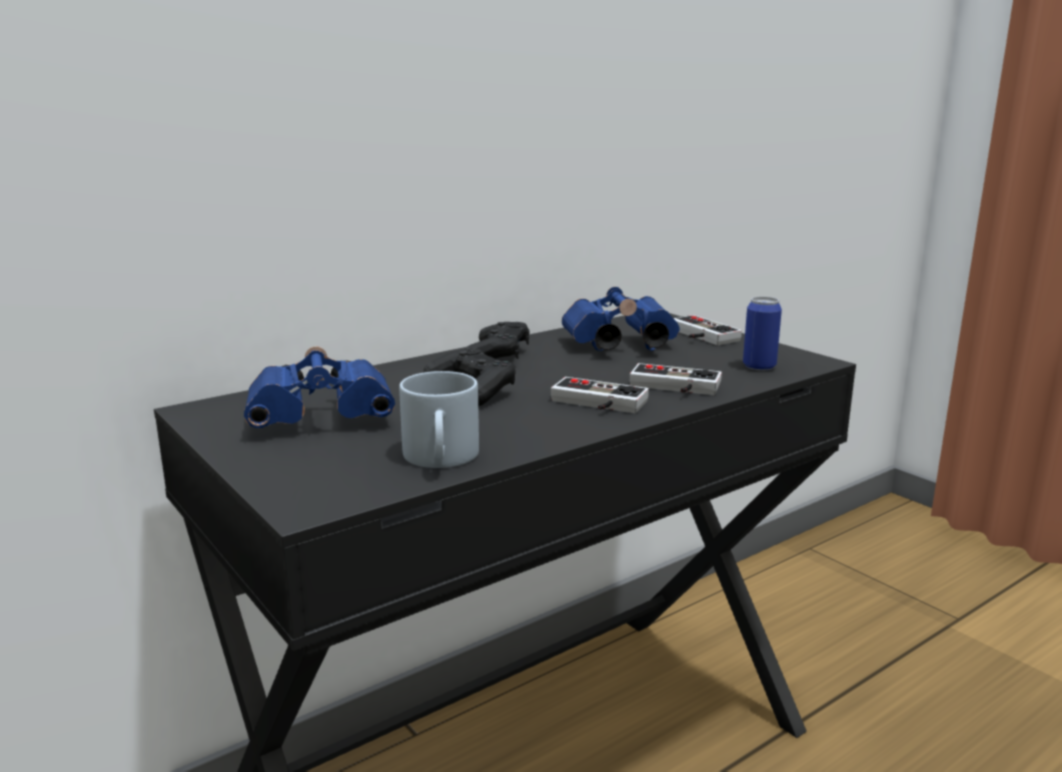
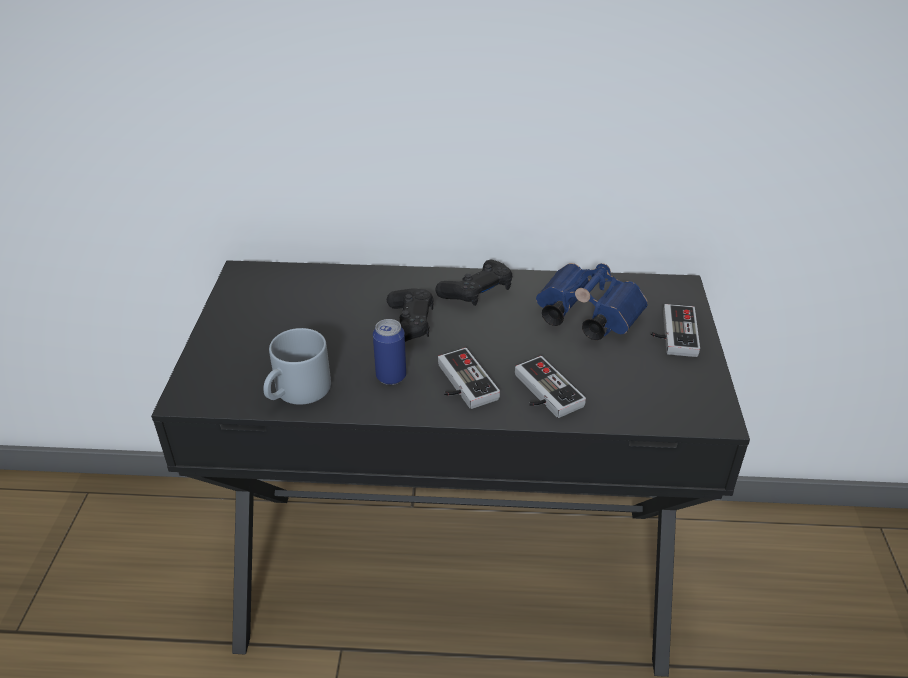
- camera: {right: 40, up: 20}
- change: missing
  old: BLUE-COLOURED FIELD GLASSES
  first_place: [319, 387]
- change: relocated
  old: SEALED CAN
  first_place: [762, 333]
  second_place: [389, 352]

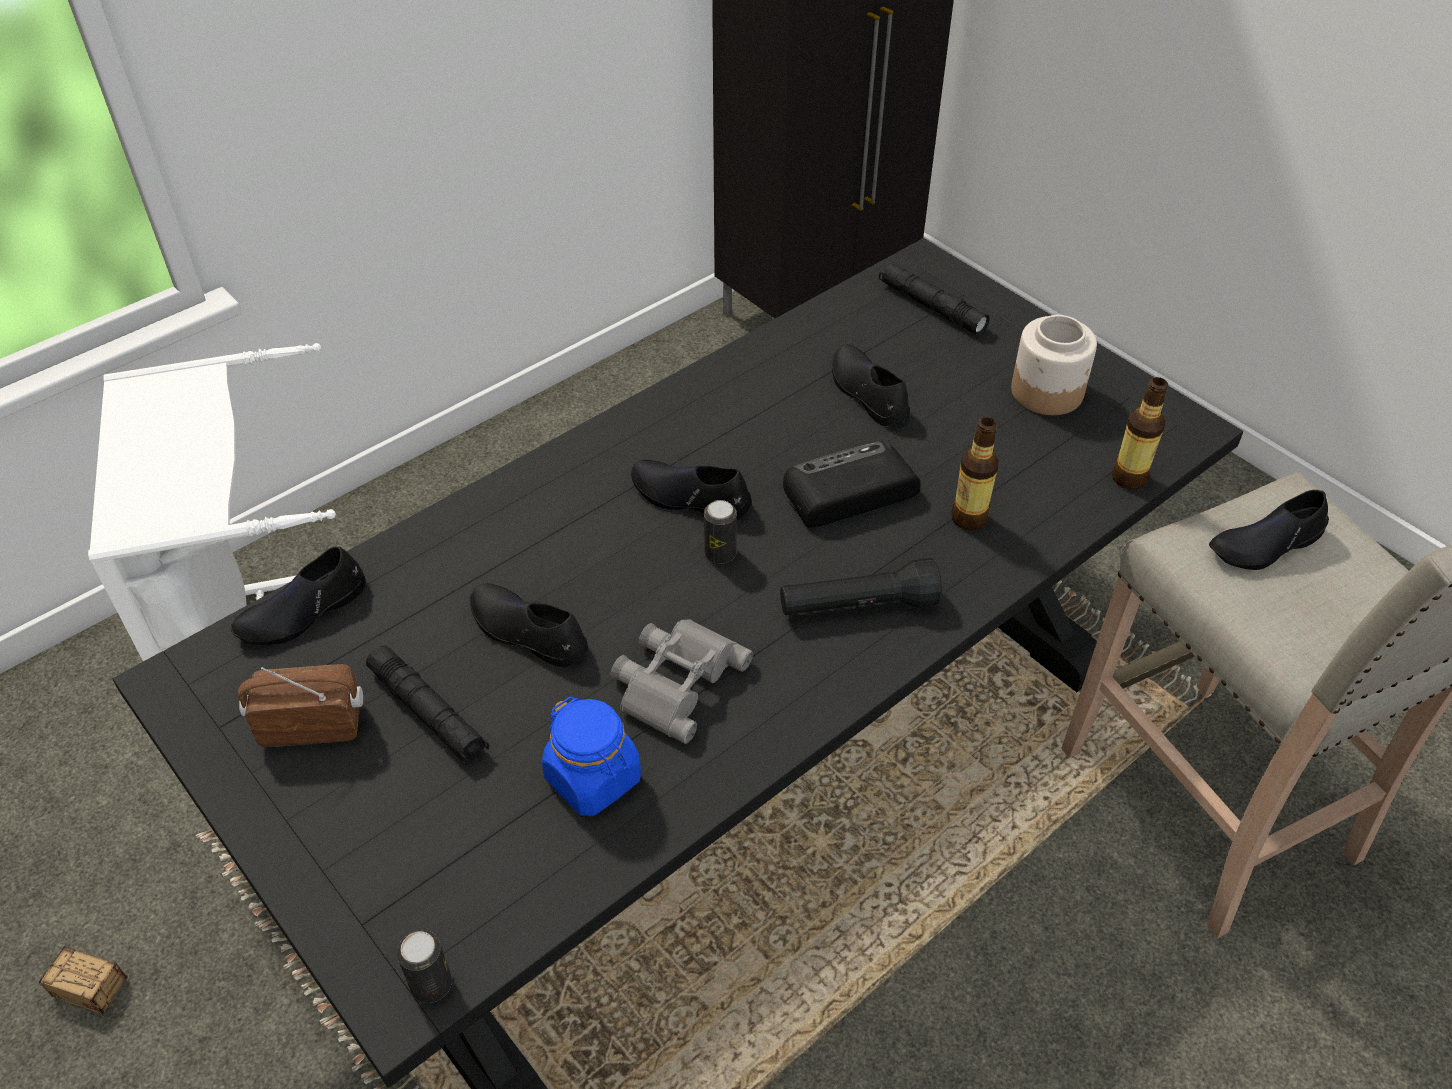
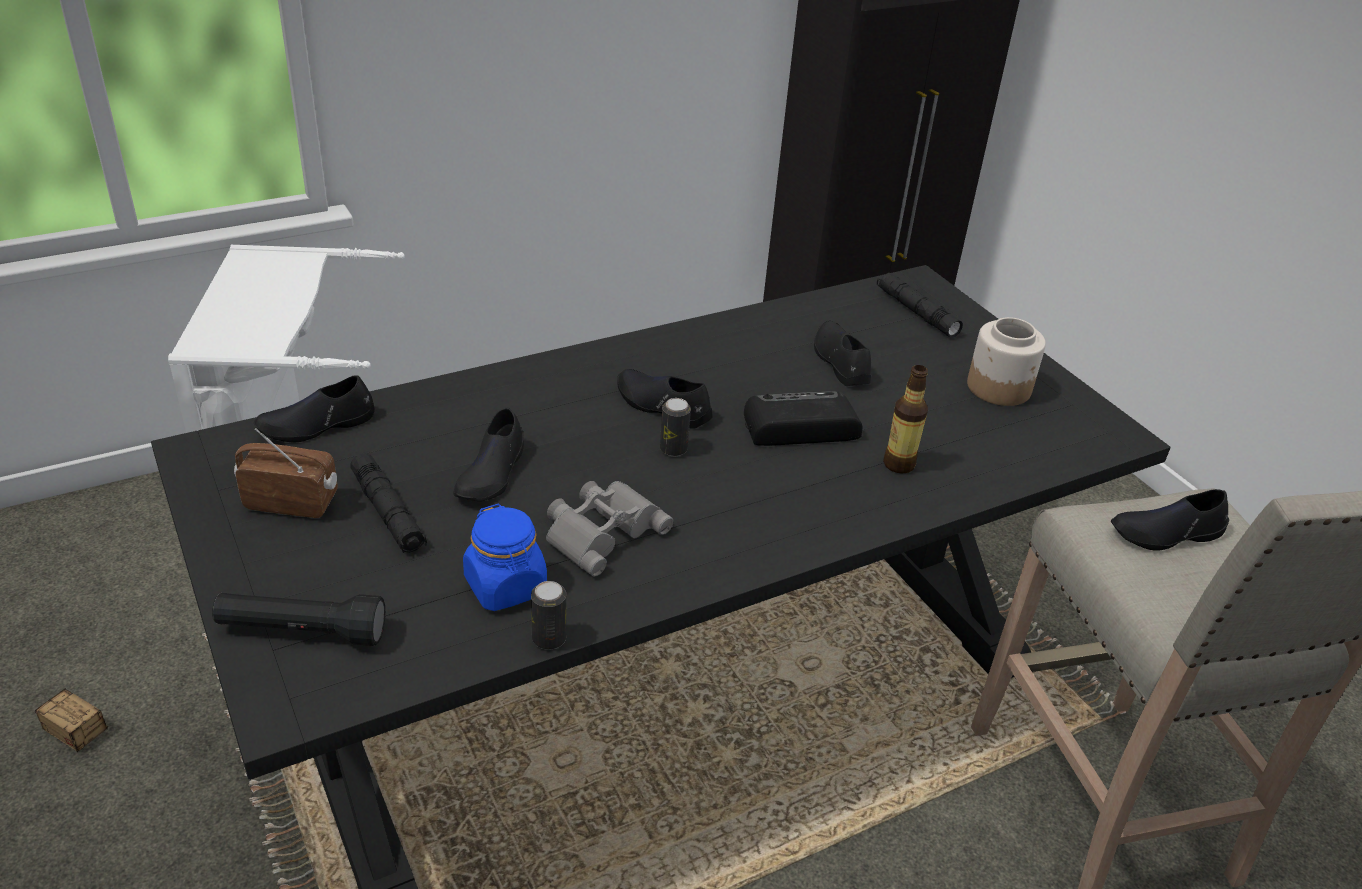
- camera: {right: 10, up: -10}
- change: relocated
  old: SEALED CAN
  first_place: [424, 966]
  second_place: [548, 615]
- change: spun
  old: BLACK-COLOURED LOW SHOE
  first_place: [529, 625]
  second_place: [488, 454]
  degrees: -120
- change: relocated
  old: BLACK-COLOURED FLASHLIGHT
  first_place: [861, 586]
  second_place: [298, 619]
- change: missing
  old: BOTTLE
  first_place: [1140, 433]

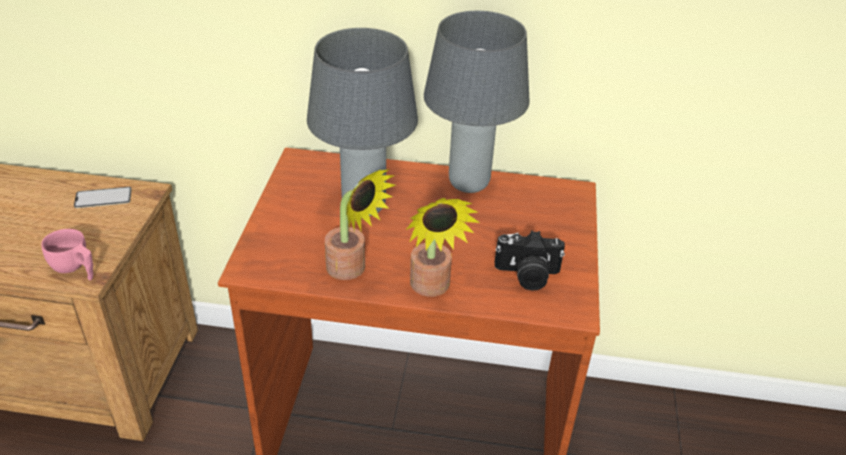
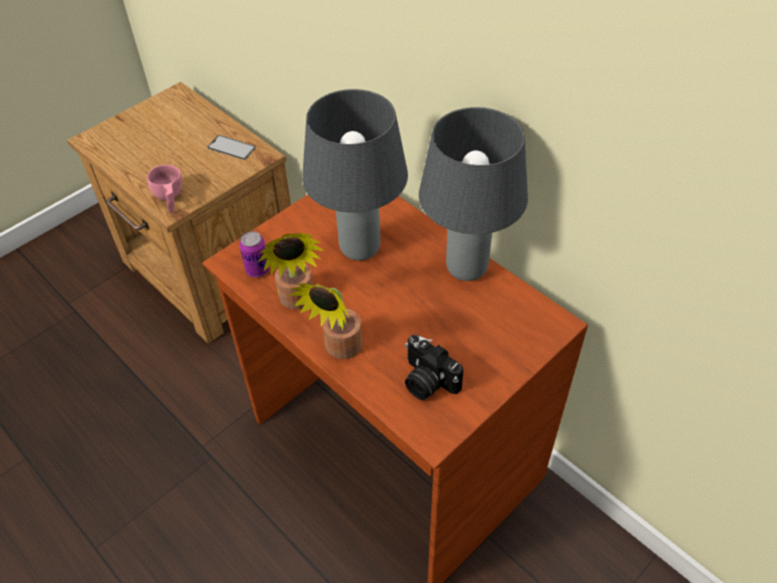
- camera: {right: 40, up: 10}
- change: appeared
  new: SEALED CAN
  second_place: [254, 254]

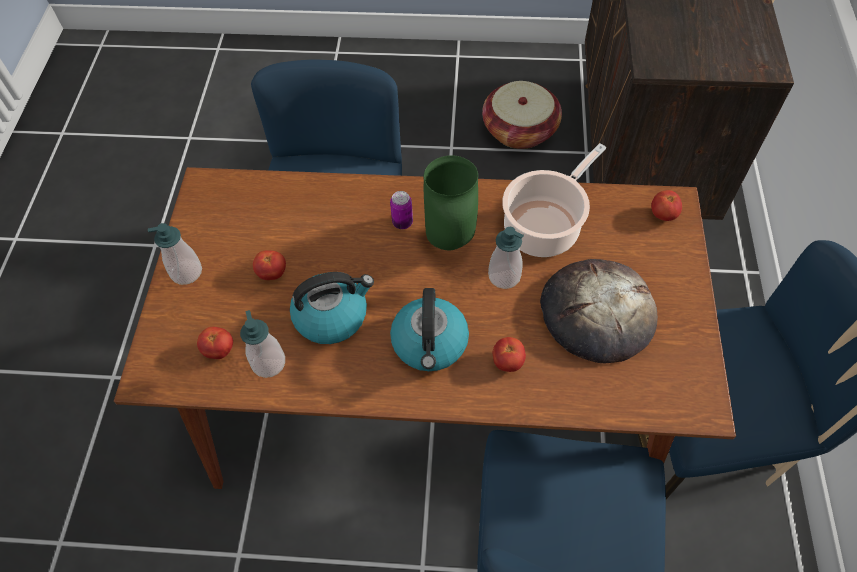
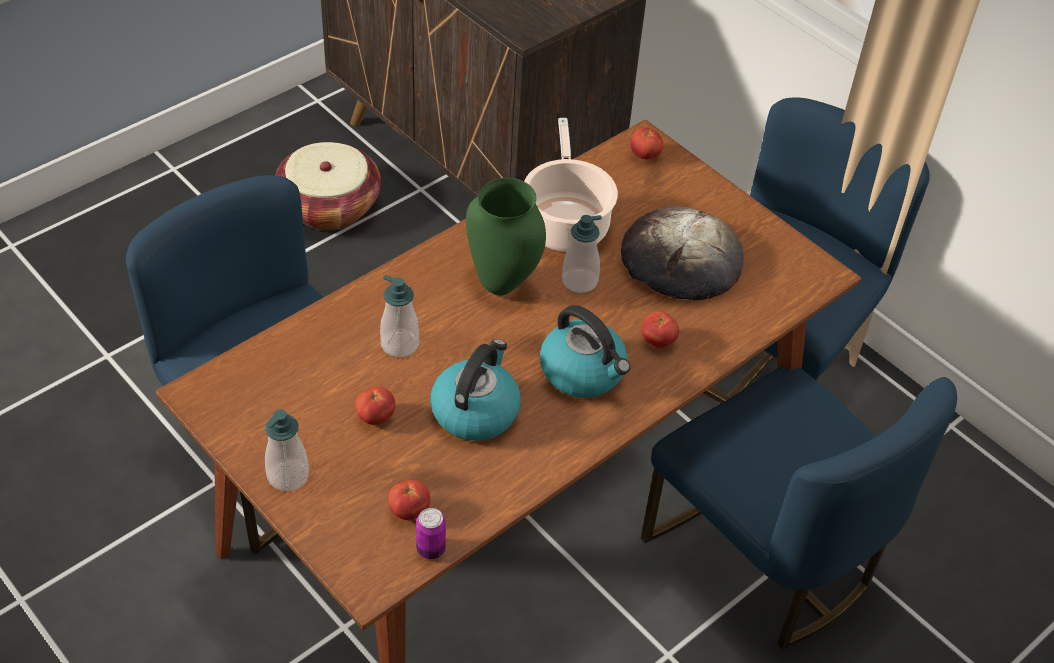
- camera: {right: -50, up: -10}
- change: relocated
  old: SOAP DISPENSER
  first_place: [262, 344]
  second_place: [399, 316]
- change: relocated
  old: SEALED CAN
  first_place: [401, 210]
  second_place: [431, 533]

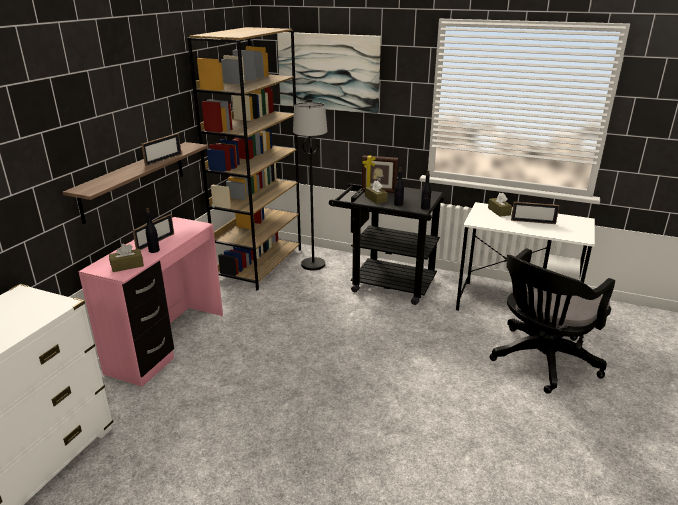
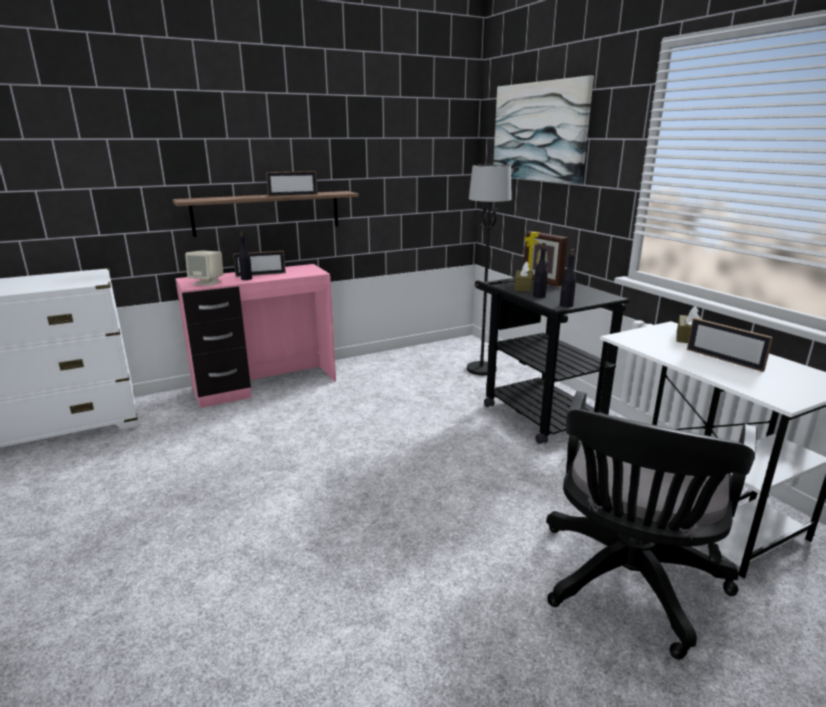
- camera: {right: 40, up: -5}
- change: exchanged
  old: BROWN-COLOURED TISSUE HOLDER
  new: BEIGE-COLOURED SPEAKER
  first_place: [126, 258]
  second_place: [204, 268]
- change: missing
  old: BROWN-COLOURED SHELVING UNIT
  first_place: [244, 159]
- change: spun
  old: BLACK-COLOURED DESK CHAIR
  first_place: [552, 321]
  second_place: [651, 525]
  degrees: -60

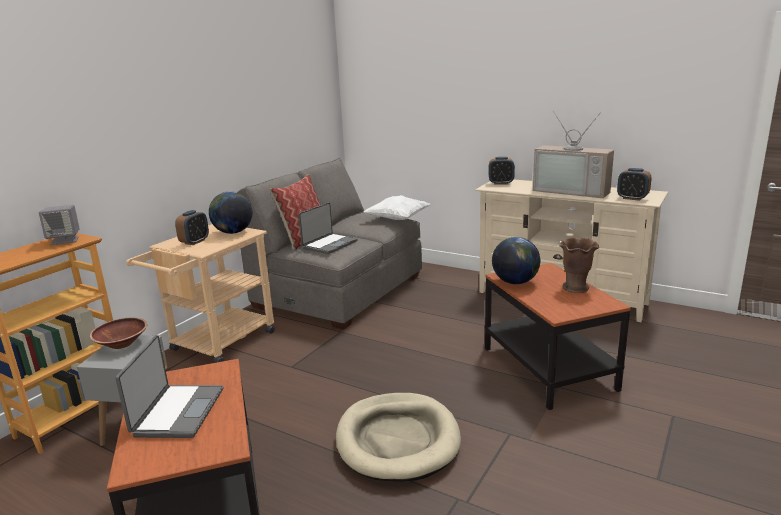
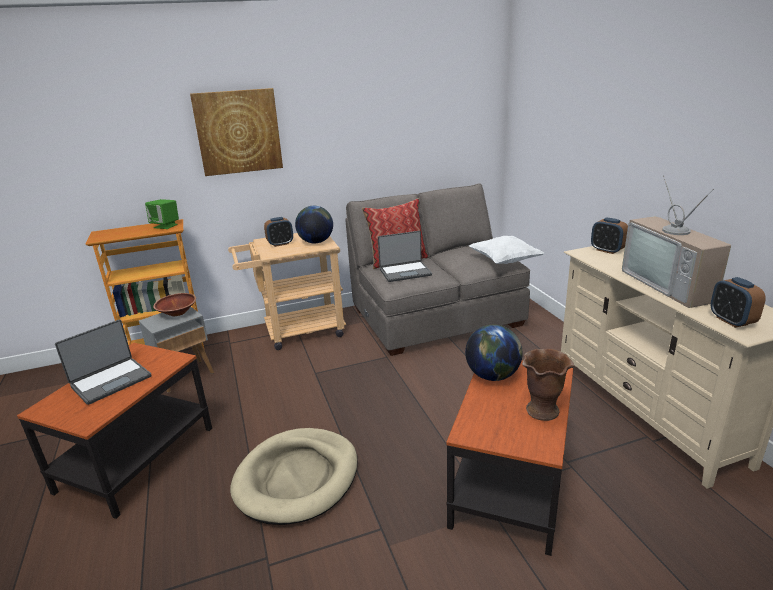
- camera: {right: 40, up: 5}
- change: colour
  old: GREY SPEAKER
  new: GREEN-COLOURED SPEAKER
  first_place: [59, 225]
  second_place: [162, 214]
- change: appeared
  new: WALL PICTURE
  second_place: [236, 132]

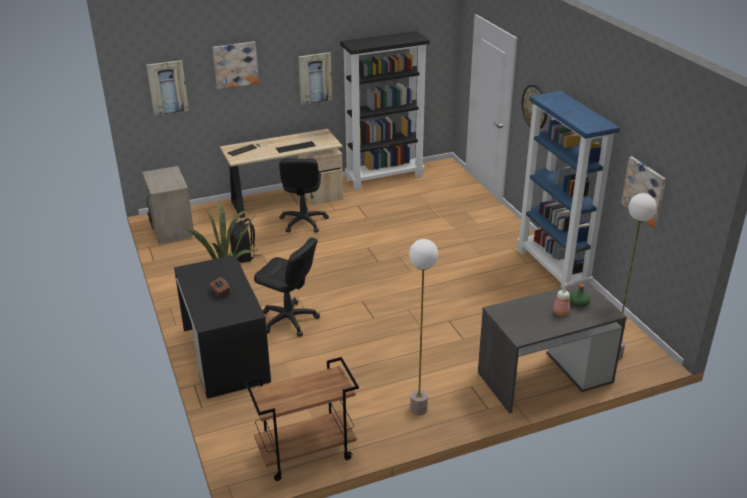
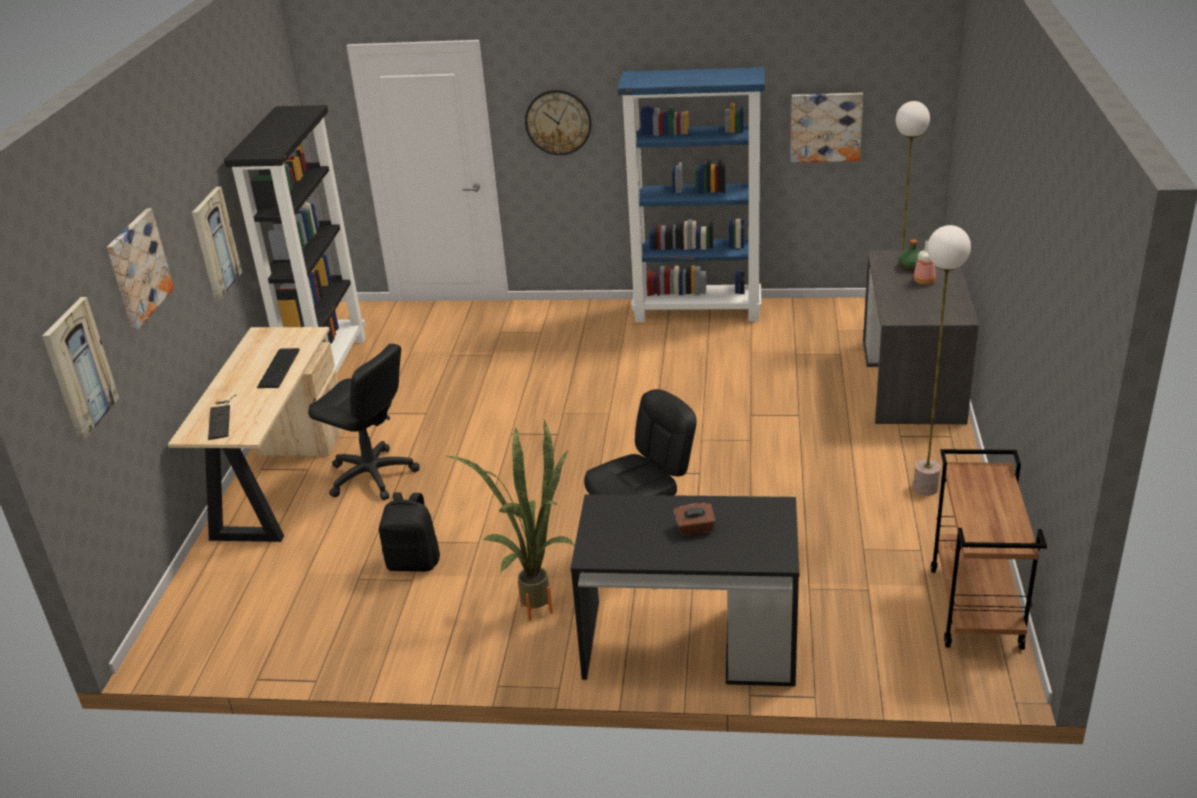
- camera: {right: -60, up: 0}
- change: missing
  old: BEIGE-COLOURED BEDSIDE TABLE
  first_place: [168, 205]

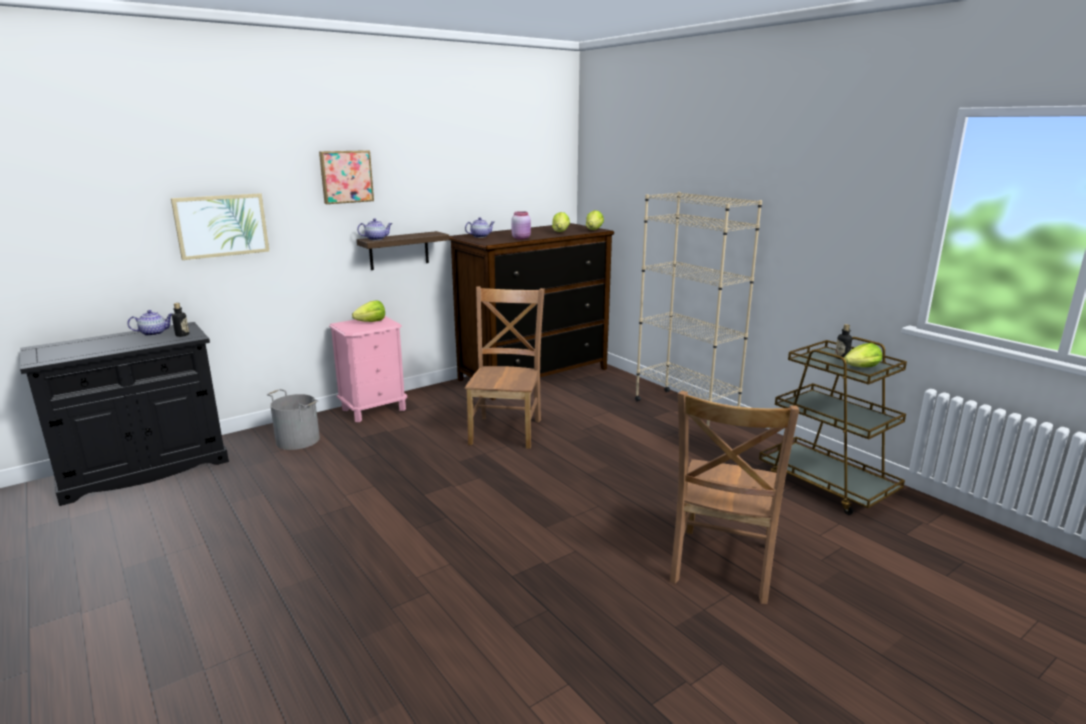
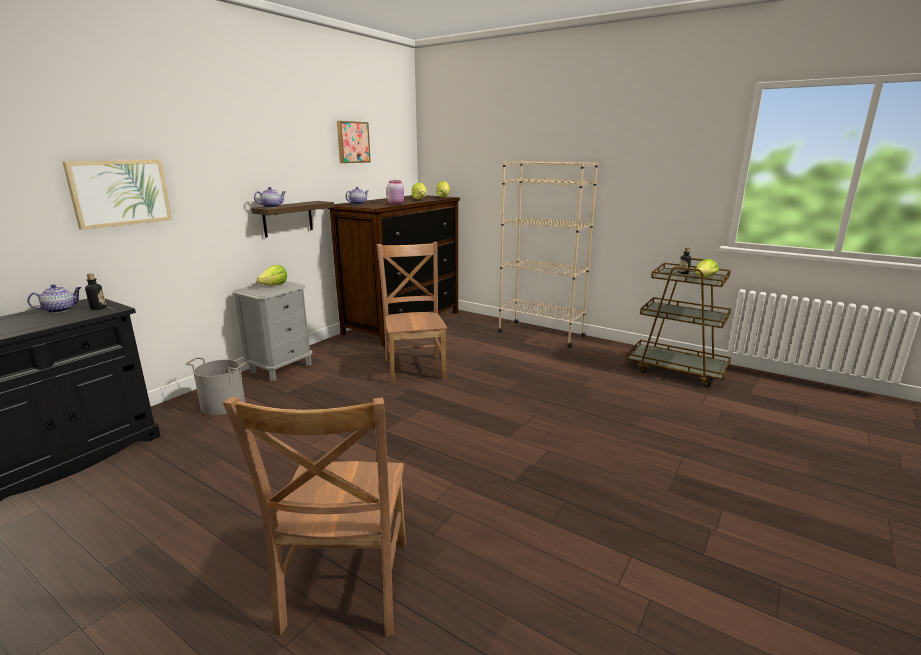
- camera: {right: -20, up: 0}
- change: relocated
  old: WALL PICTURE
  first_place: [346, 177]
  second_place: [354, 142]
- change: colour
  old: PINK BEDSIDE TABLE
  new: GREY BEDSIDE TABLE
  first_place: [368, 369]
  second_place: [273, 331]
- change: relocated
  old: BROWN-COLOURED UPRIGHT CHAIR
  first_place: [734, 497]
  second_place: [314, 517]

